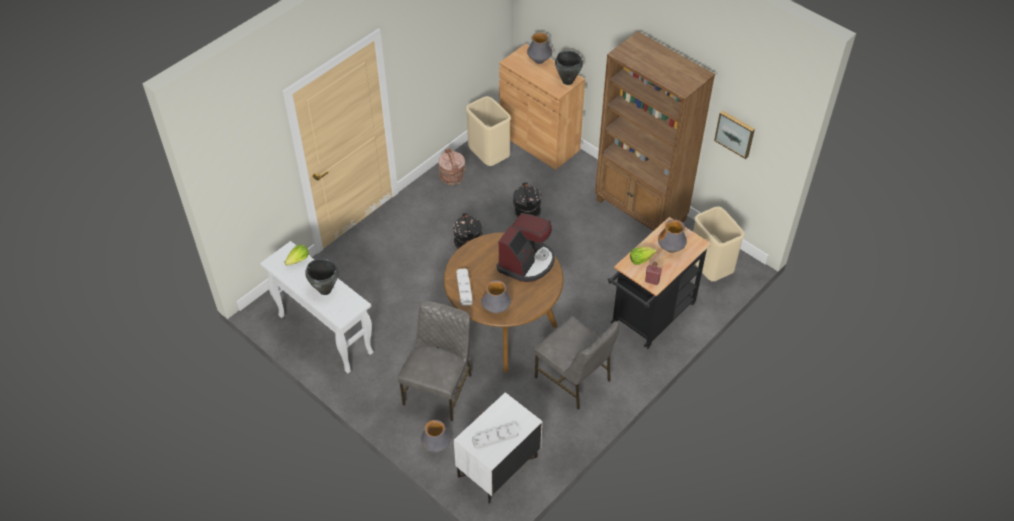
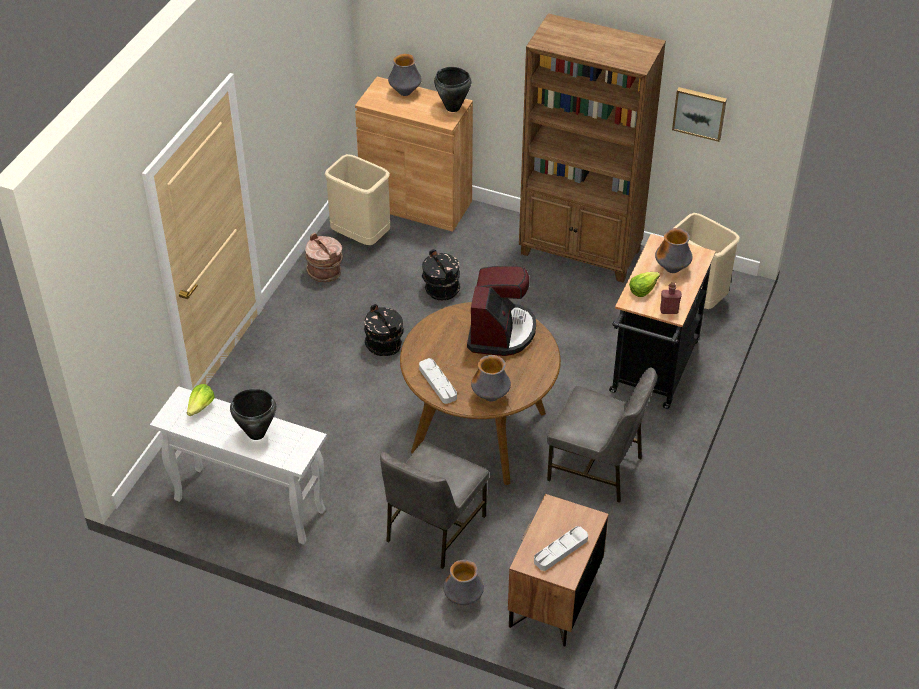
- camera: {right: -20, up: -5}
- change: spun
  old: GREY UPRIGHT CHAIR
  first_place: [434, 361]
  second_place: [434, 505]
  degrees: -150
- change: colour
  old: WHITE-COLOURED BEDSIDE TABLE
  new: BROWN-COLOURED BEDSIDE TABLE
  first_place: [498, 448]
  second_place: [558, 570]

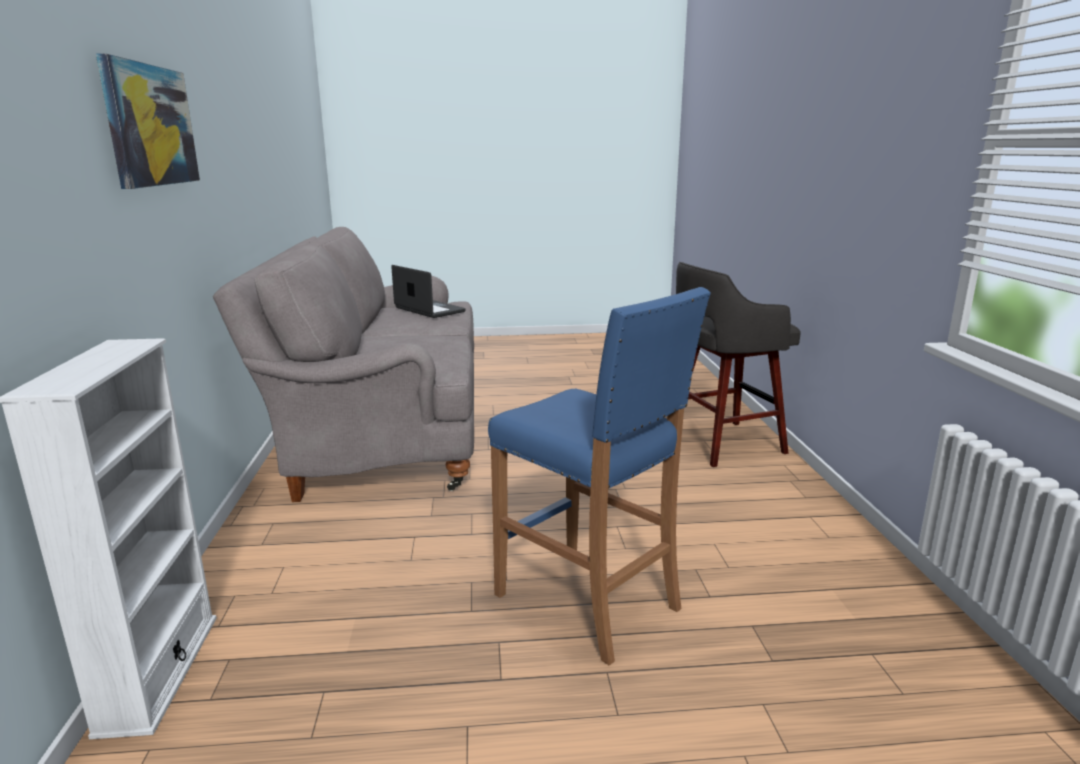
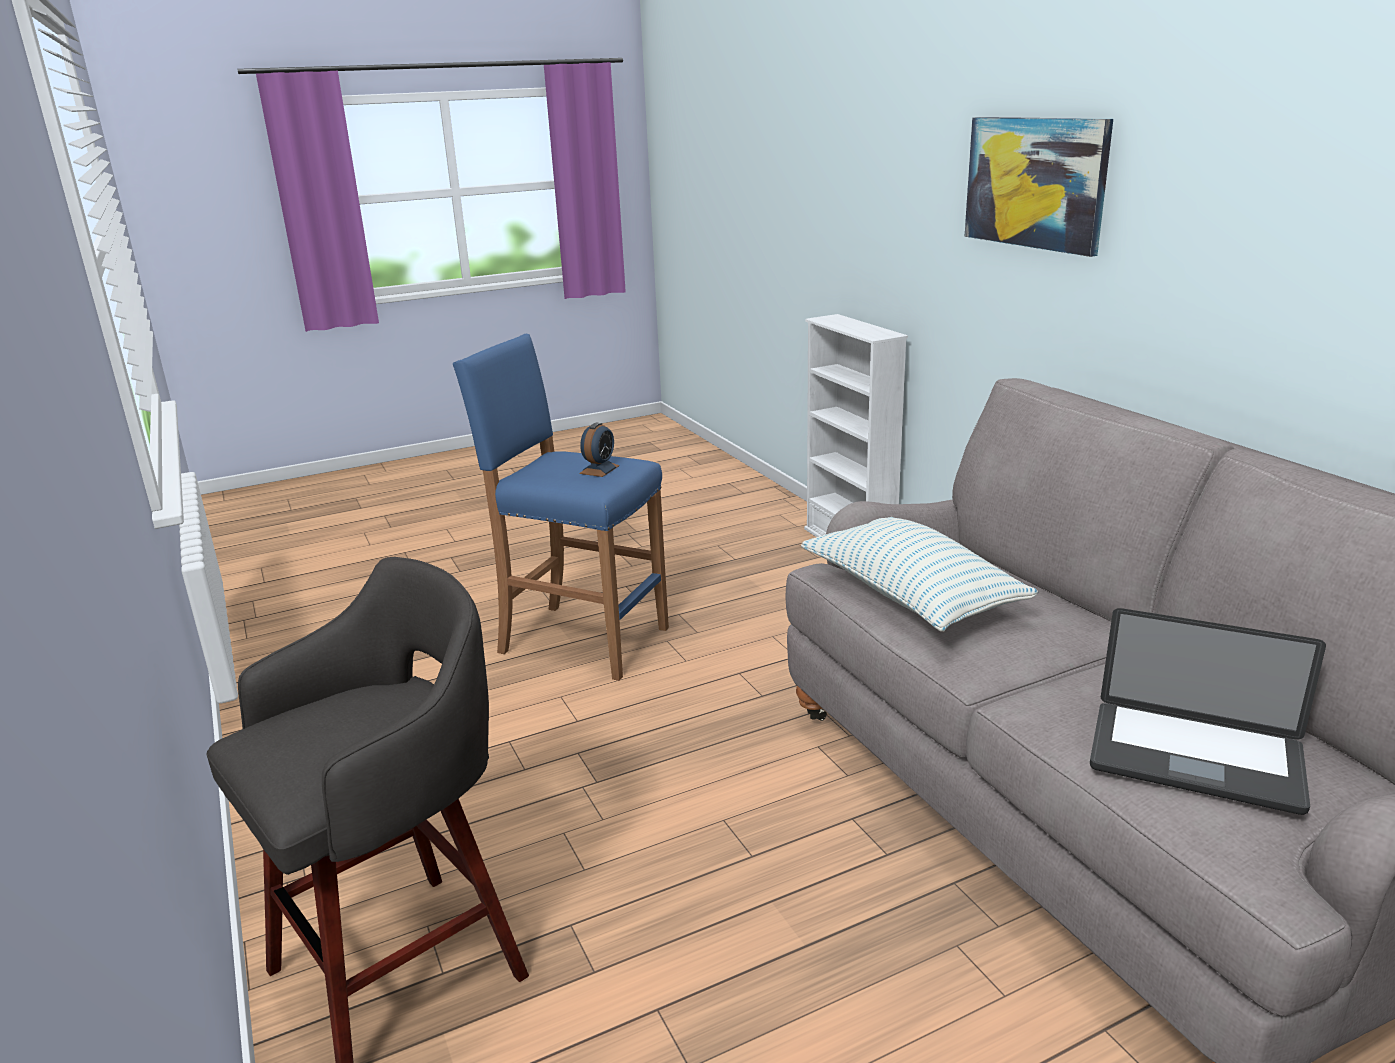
- camera: {right: 160, up: 5}
- change: appeared
  new: TABLE CLOCK
  second_place: [599, 450]
- change: appeared
  new: PILLOW
  second_place: [919, 574]

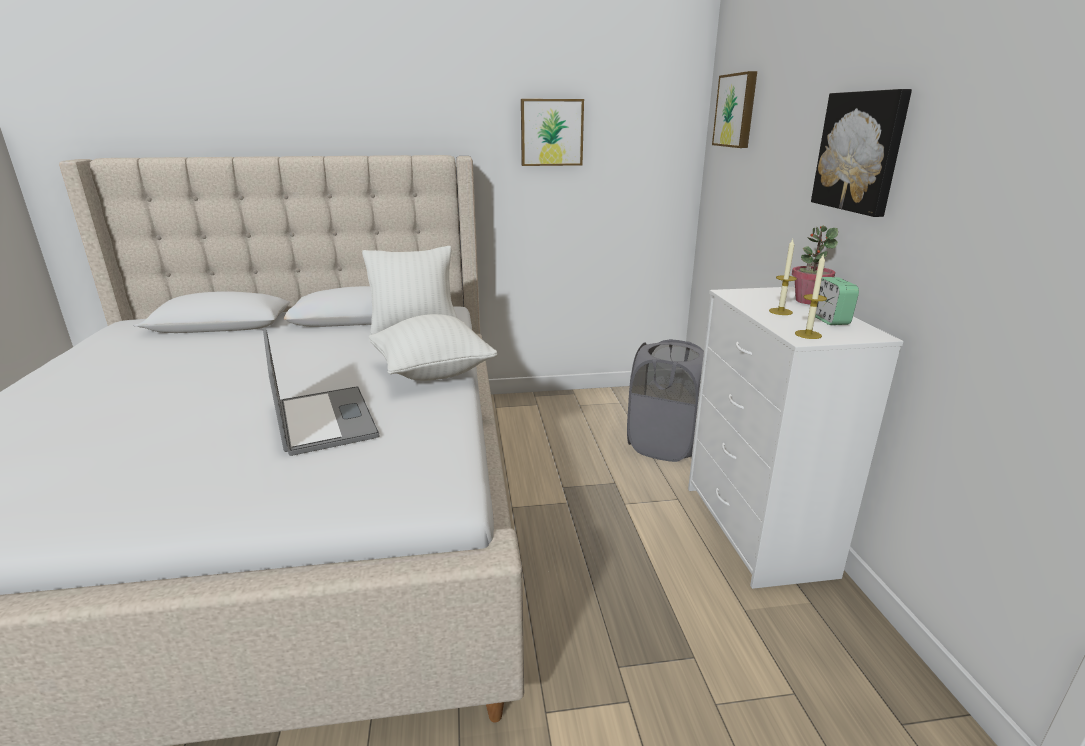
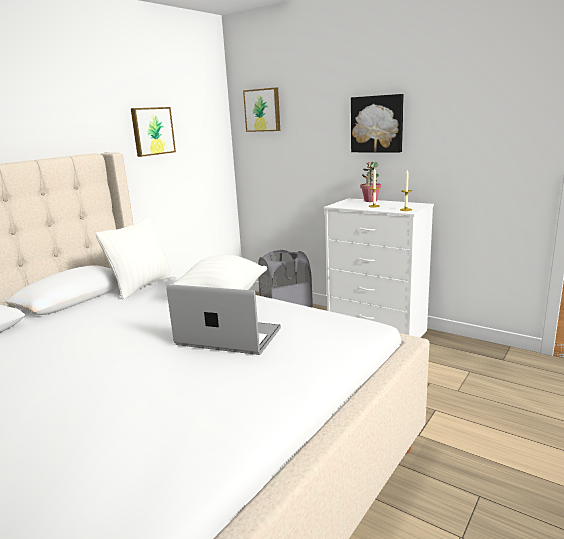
- camera: {right: -45, up: -5}
- change: missing
  old: TABLE CLOCK
  first_place: [837, 301]

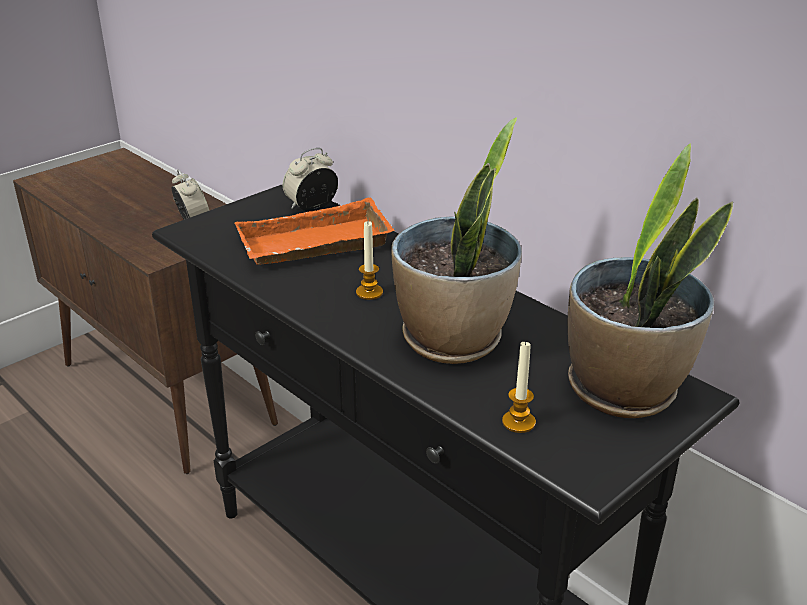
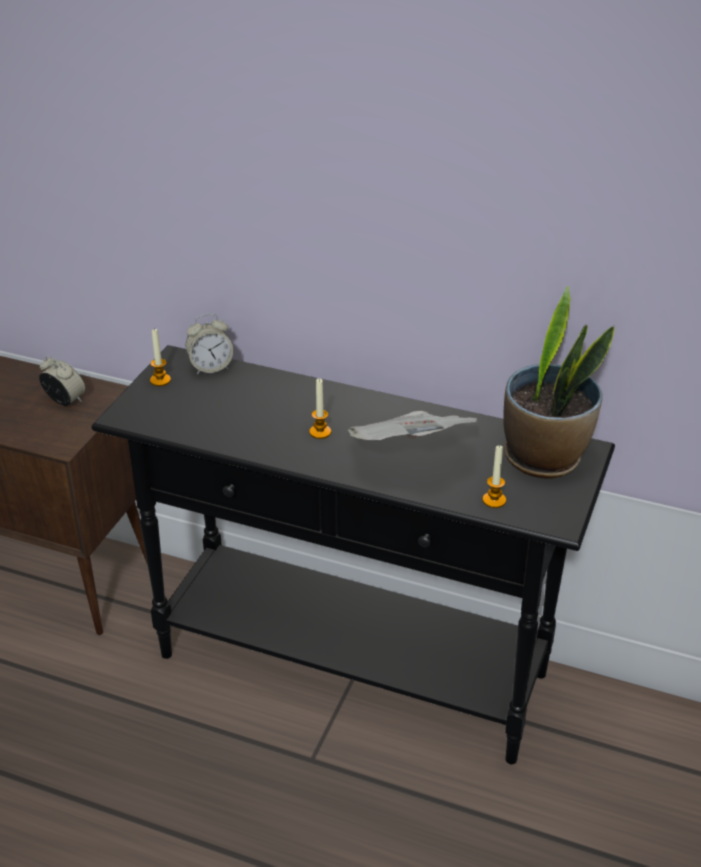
- camera: {right: -25, up: 5}
- change: missing
  old: ORANGEY SERVING TRAY
  first_place: [314, 231]
- change: spun
  old: TABLE CLOCK
  first_place: [310, 180]
  second_place: [209, 344]
  degrees: -135
- change: exchanged
  old: HOUSEPLANT
  new: PRINTED PAPER
  first_place: [456, 241]
  second_place: [413, 425]
- change: appeared
  new: WAX LIGHT
  second_place: [160, 357]

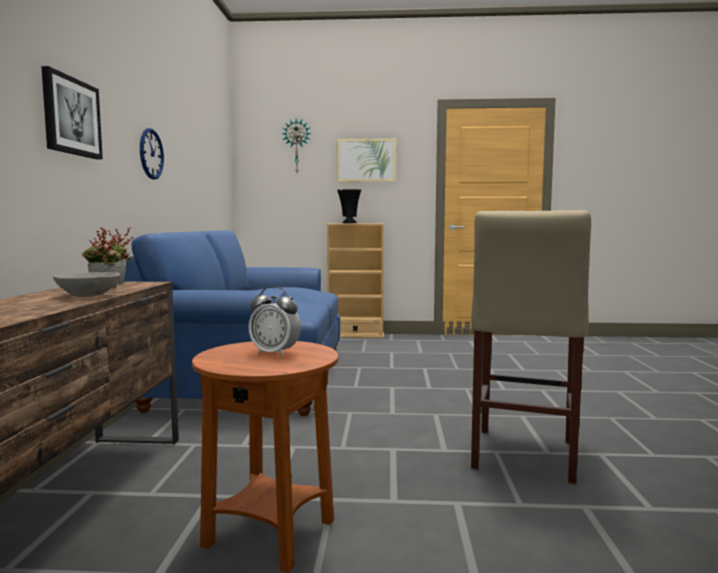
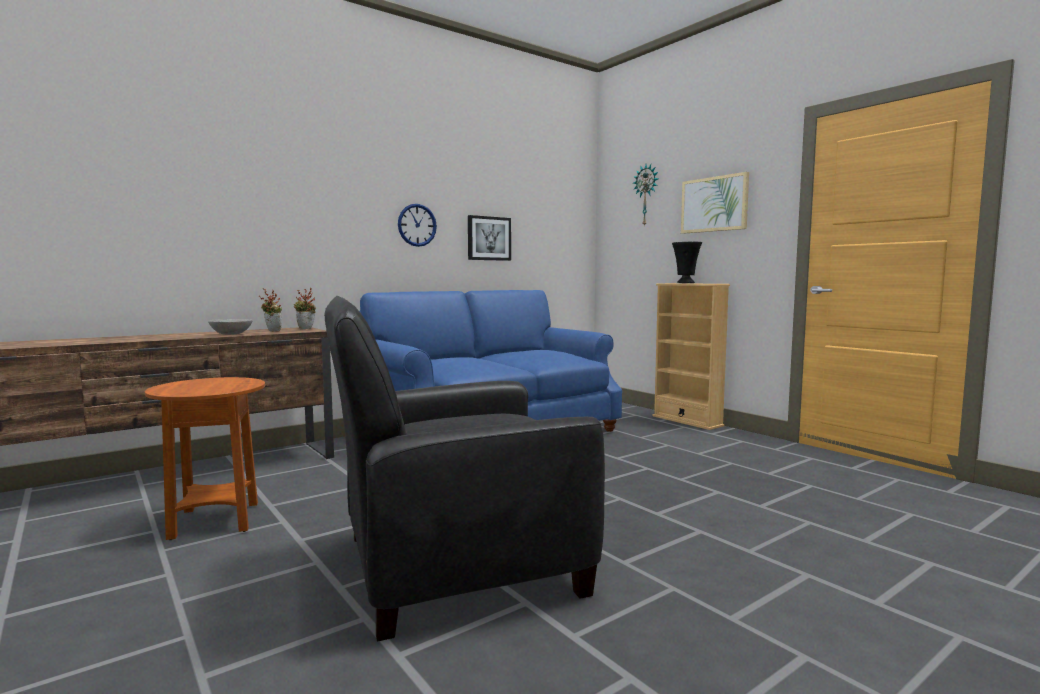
- camera: {right: 50, up: 0}
- change: relocated
  old: WALL PICTURE
  first_place: [72, 112]
  second_place: [489, 238]
- change: missing
  old: TABLE CLOCK
  first_place: [274, 321]
- change: exchanged
  old: BEIGE-COLOURED STOOL
  new: BLACK-COLOURED ARMCHAIR
  first_place: [531, 347]
  second_place: [464, 468]

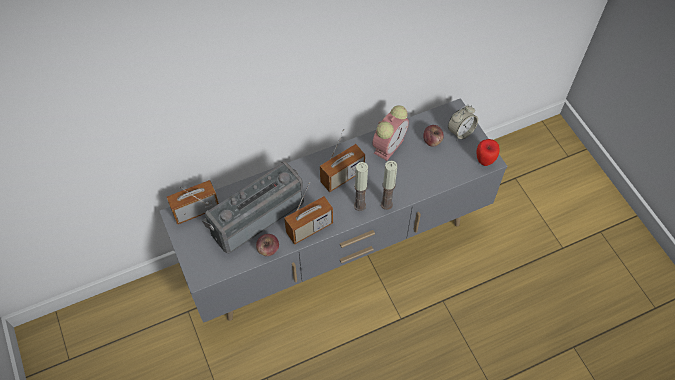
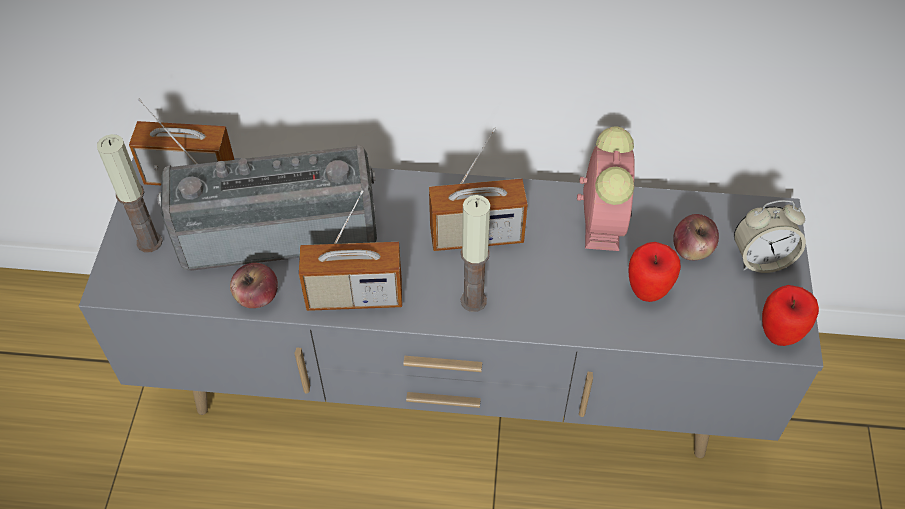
- camera: {right: 30, up: -5}
- change: spun
  old: TABLE CLOCK
  first_place: [391, 133]
  second_place: [606, 189]
  degrees: -60
- change: relocated
  old: WAX LIGHT
  first_place: [389, 185]
  second_place: [130, 193]
- change: appeared
  new: APPLE FRUIT
  second_place: [654, 272]

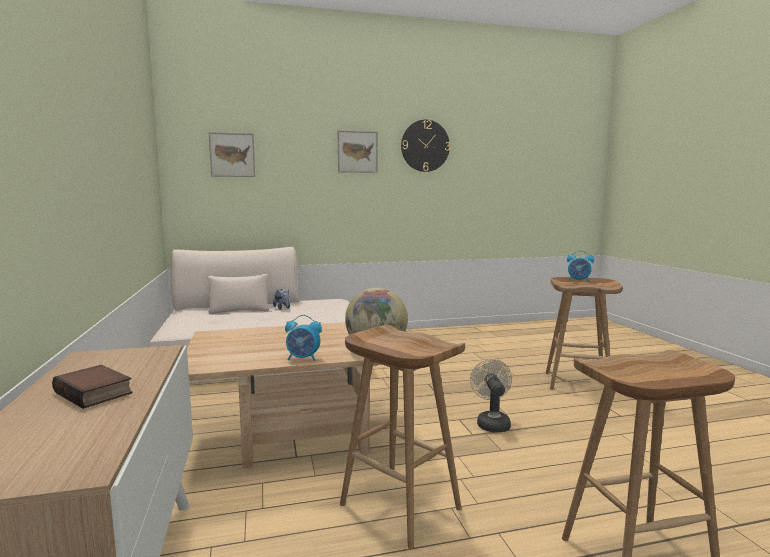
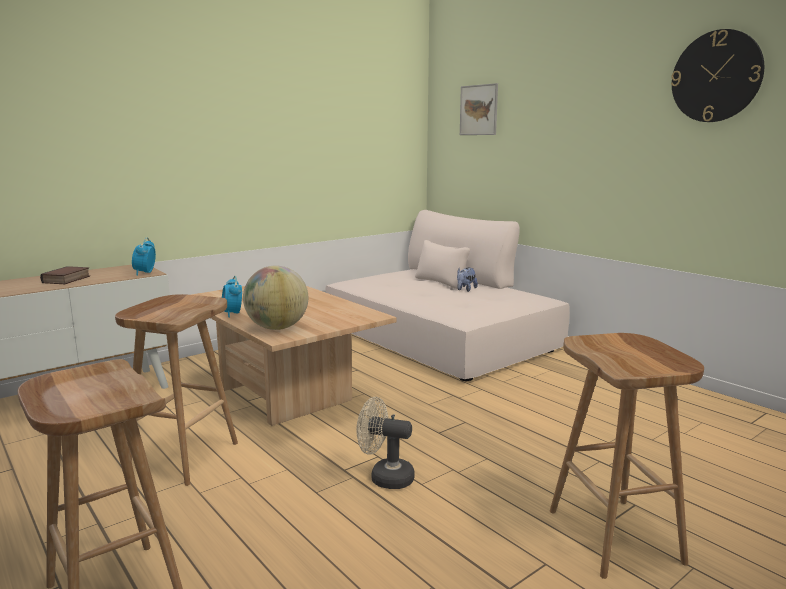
- camera: {right: 65, up: 5}
- change: missing
  old: WALL PICTURE
  first_place: [358, 151]
- change: spun
  old: BEIGE-COLOURED ELECTRIC FAN
  first_place: [491, 395]
  second_place: [385, 443]
  degrees: -135
- change: relocated
  old: TABLE CLOCK
  first_place: [580, 266]
  second_place: [144, 256]

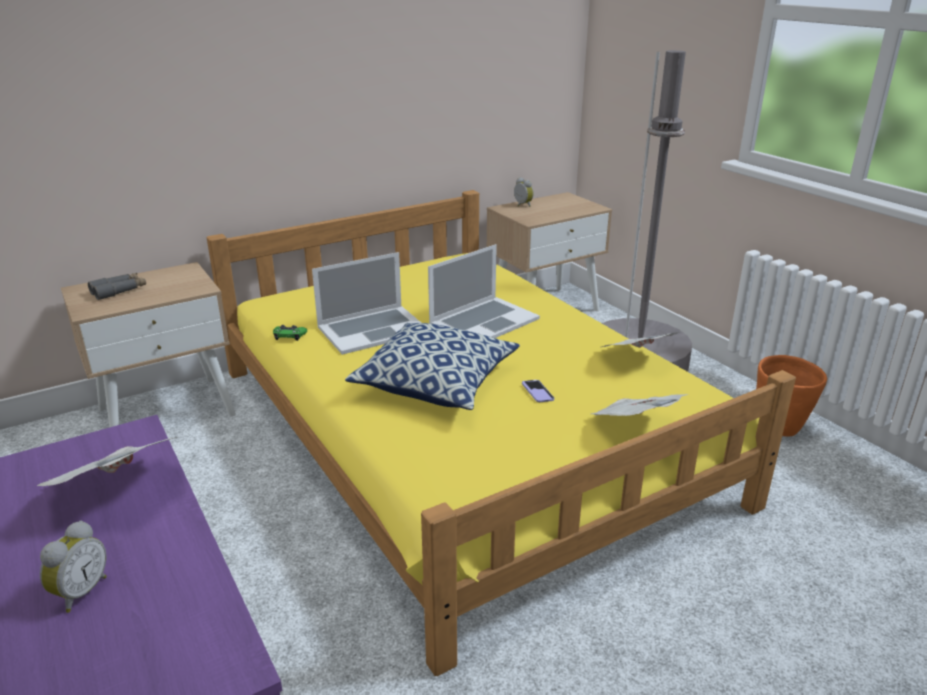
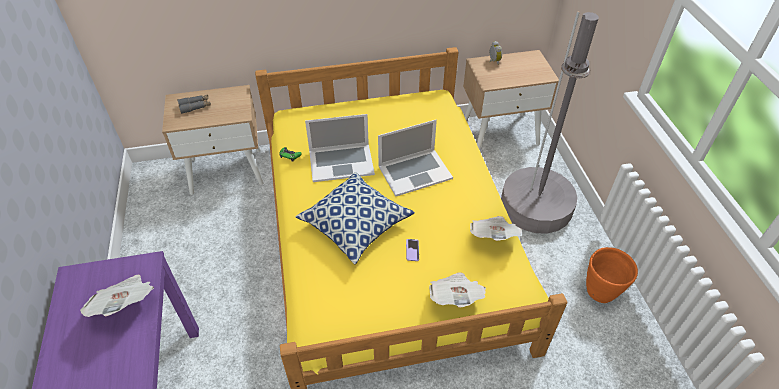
- camera: {right: 20, up: 20}
- change: missing
  old: TABLE CLOCK
  first_place: [73, 567]

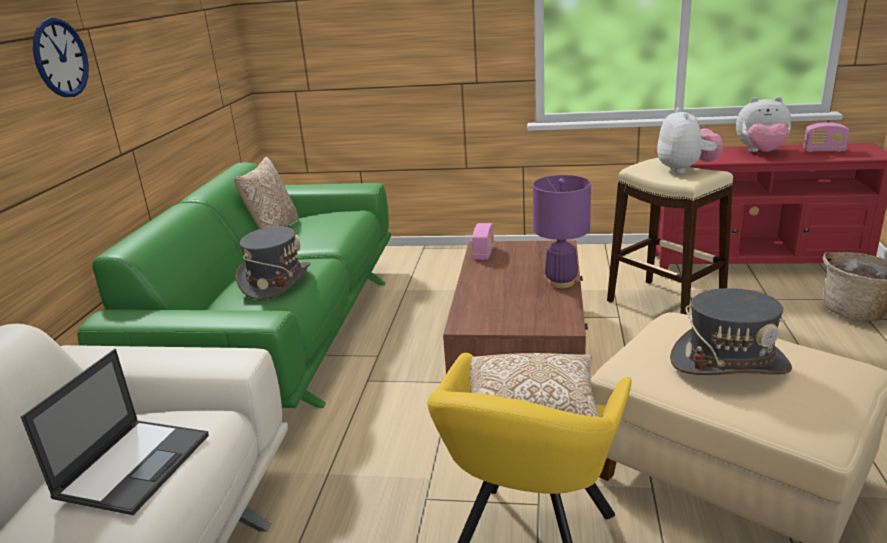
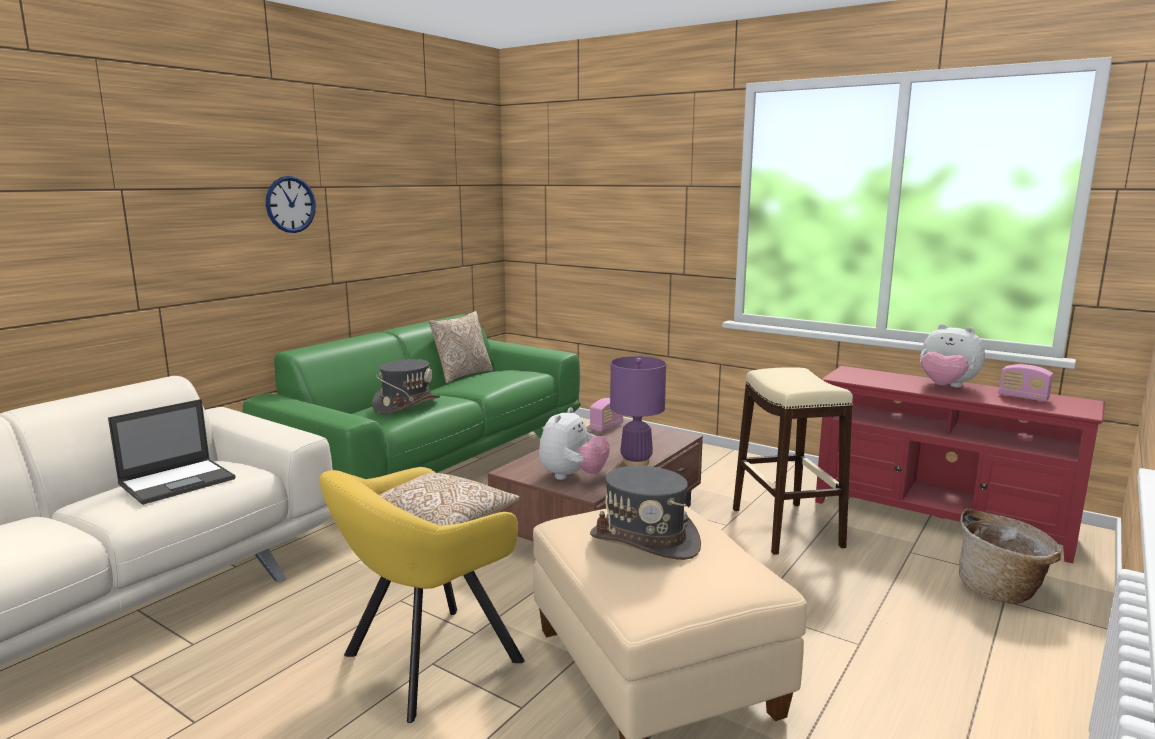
- camera: {right: 25, up: -10}
- change: relocated
  old: SOFT TOY
  first_place: [690, 140]
  second_place: [574, 443]

